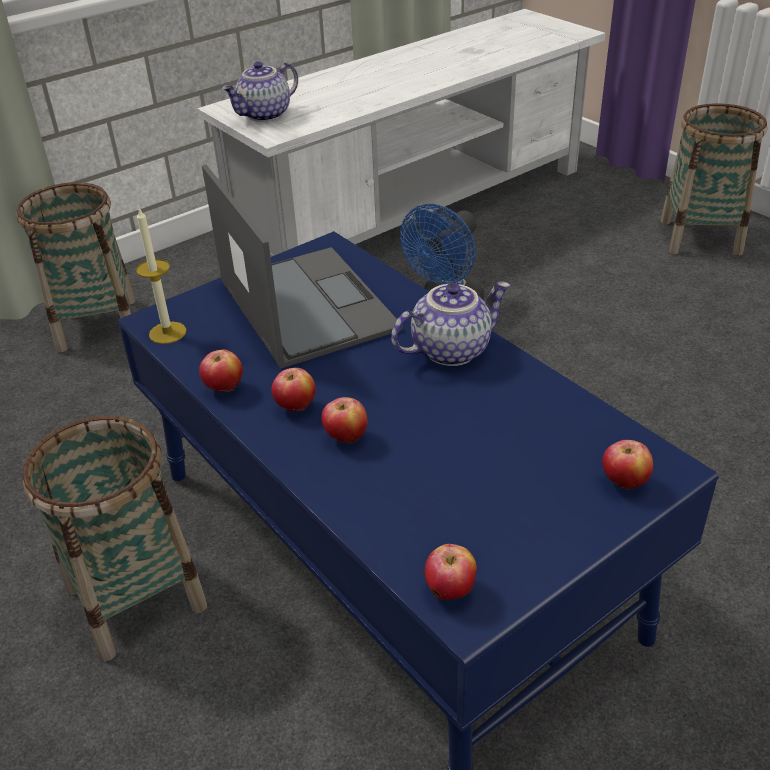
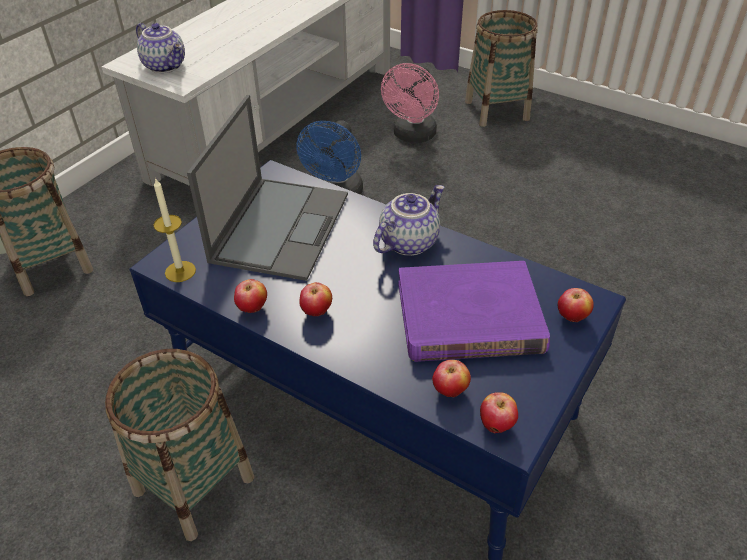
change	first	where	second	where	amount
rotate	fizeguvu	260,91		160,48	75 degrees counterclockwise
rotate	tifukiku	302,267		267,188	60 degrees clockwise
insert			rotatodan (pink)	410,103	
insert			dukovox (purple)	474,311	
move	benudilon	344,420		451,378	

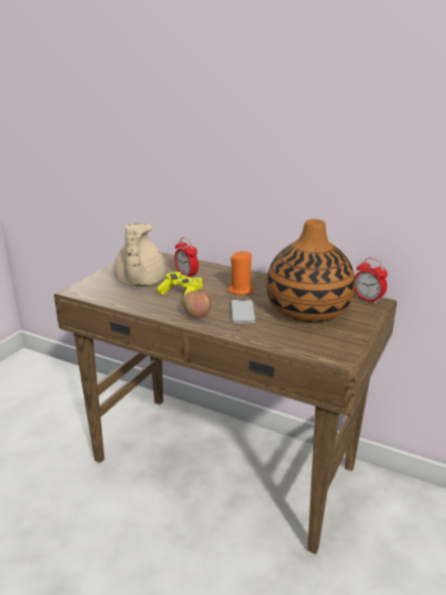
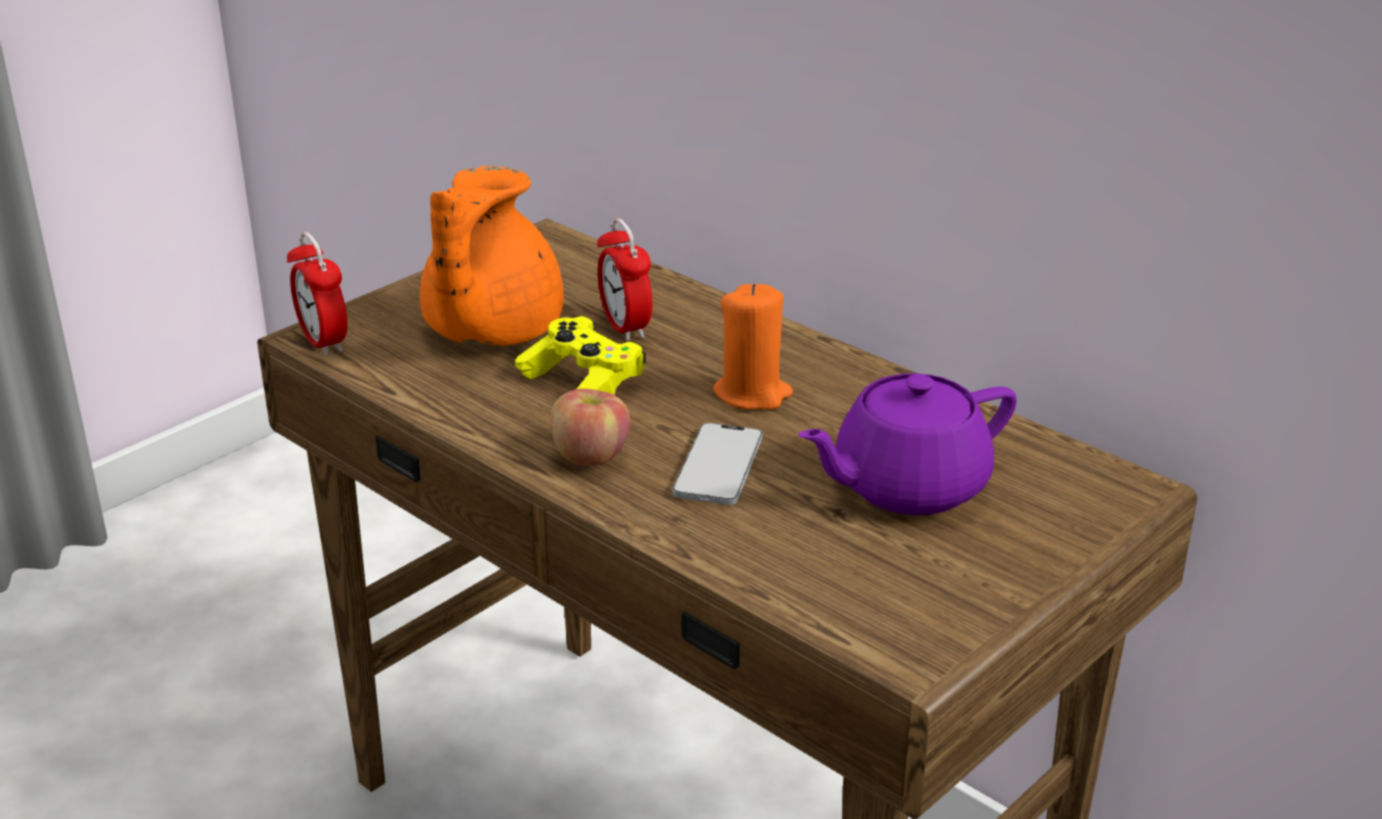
change	first	where	second	where	amount
move	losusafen	371,281		317,294	
recolor	fizeguvu (beige)	140,254	fizeguvu (orange)	492,256	
replace	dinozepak	310,270	fizeguvu (purple)	907,444	

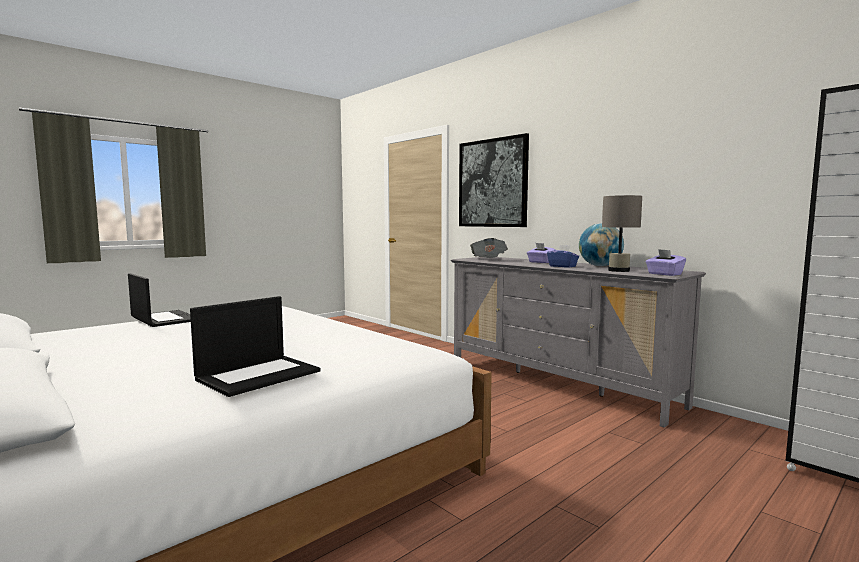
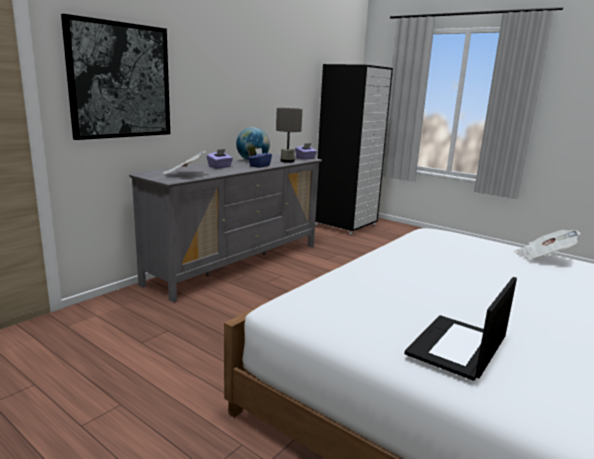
change	first	where	second	where	amount
replace	tifukiku	255,346	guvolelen	547,244	

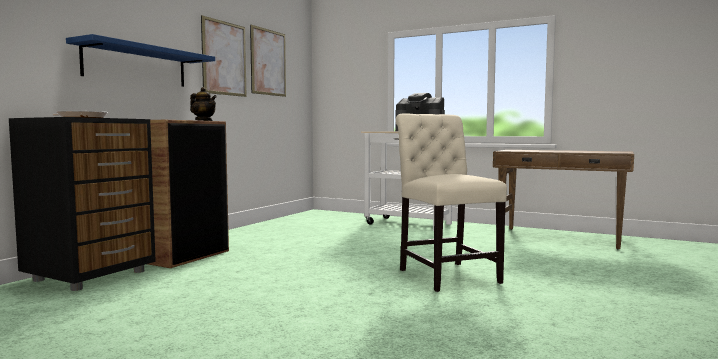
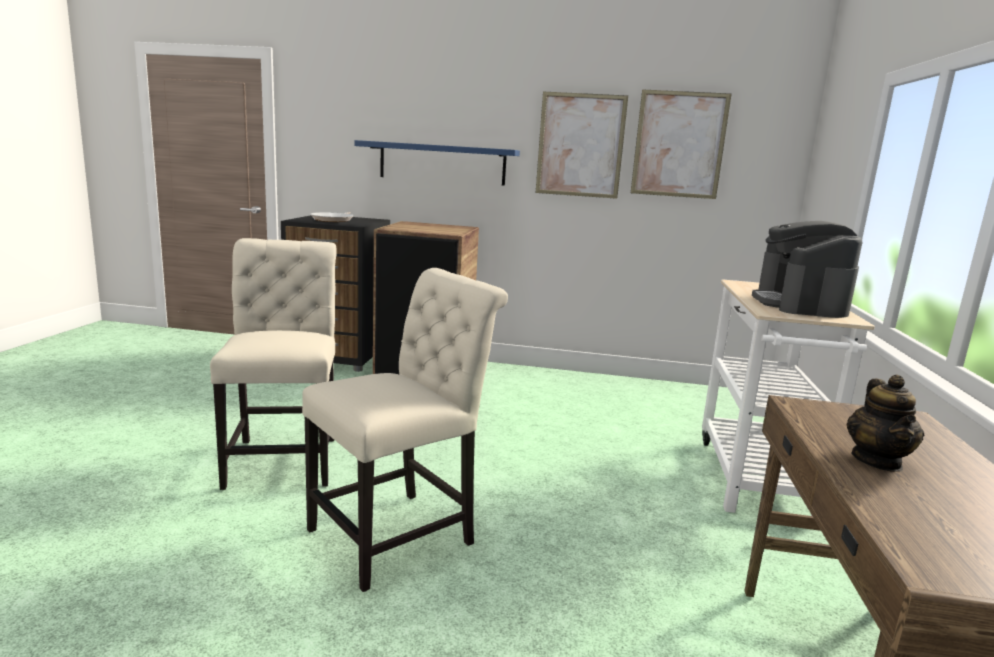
change	first	where	second	where	amount
insert			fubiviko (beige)	273,364	
move	fizeguvu	203,104		885,423	

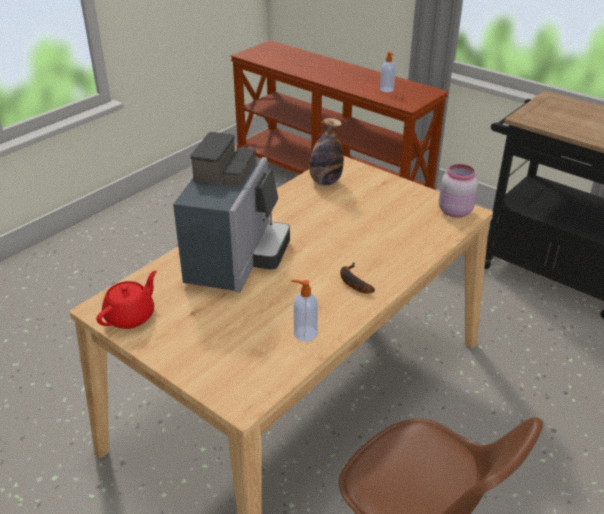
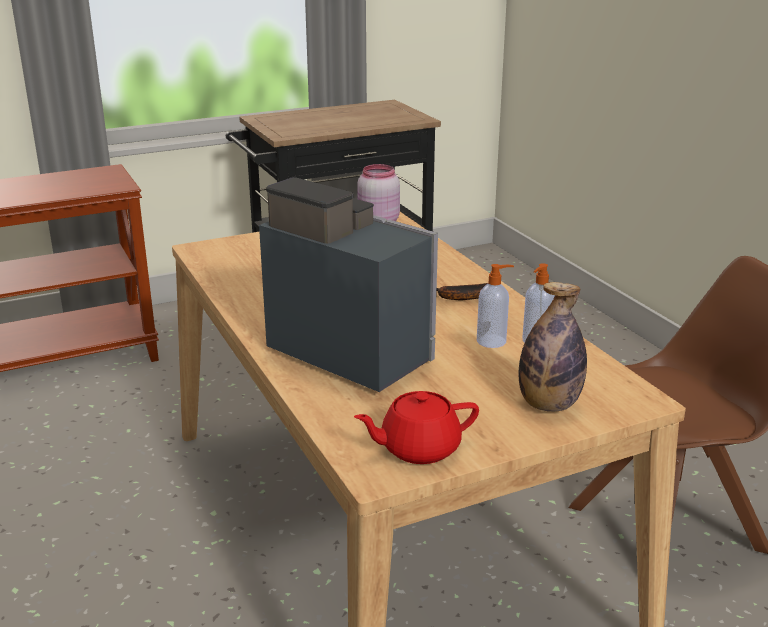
change	first	where	second	where	amount
rotate	fizeguvu (red)	126,299		416,427	75 degrees counterclockwise
move	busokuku	387,72		495,306	
move	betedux	326,151		553,346	

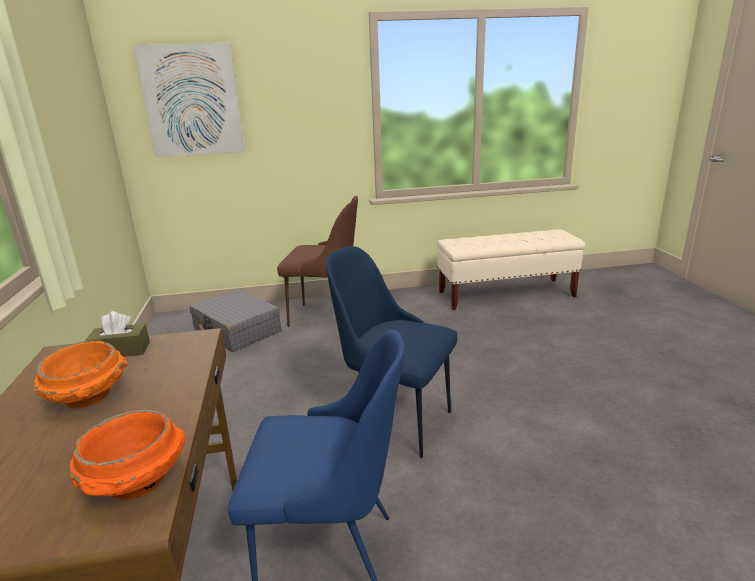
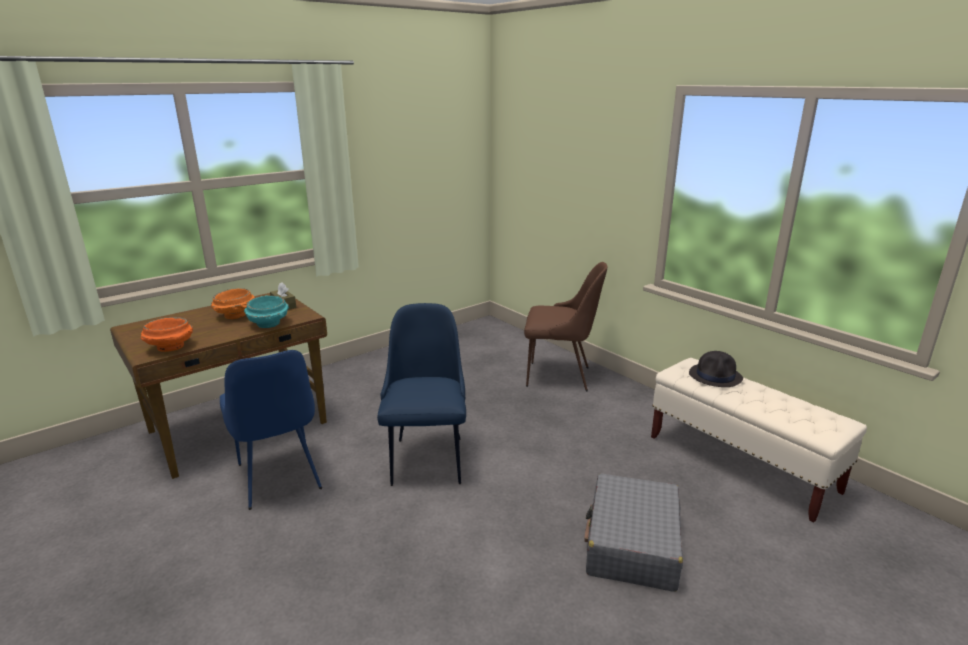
change	first	where	second	where	amount
insert			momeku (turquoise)	266,311	
rotate	fubiviko (brown)	317,261		565,326	60 degrees counterclockwise
move	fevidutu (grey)	235,320		633,532	
insert			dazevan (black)	716,369	
delete	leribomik	189,100			

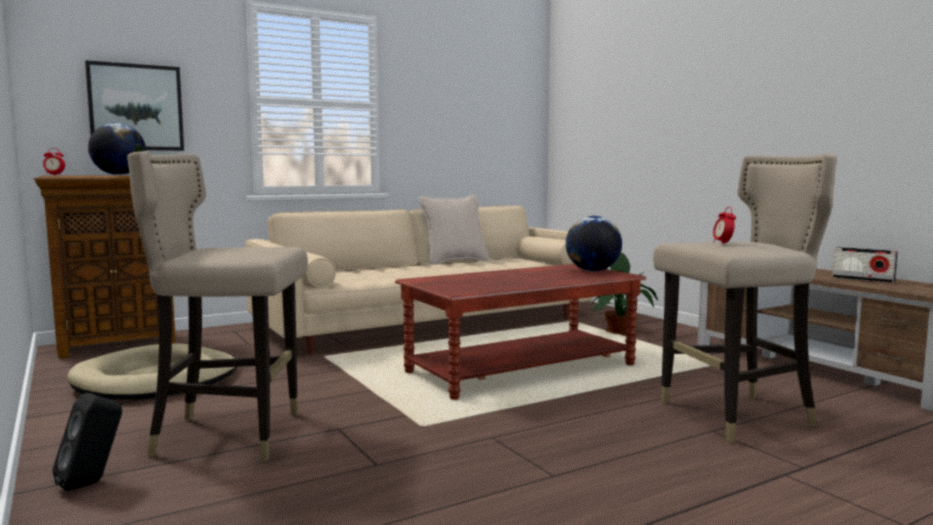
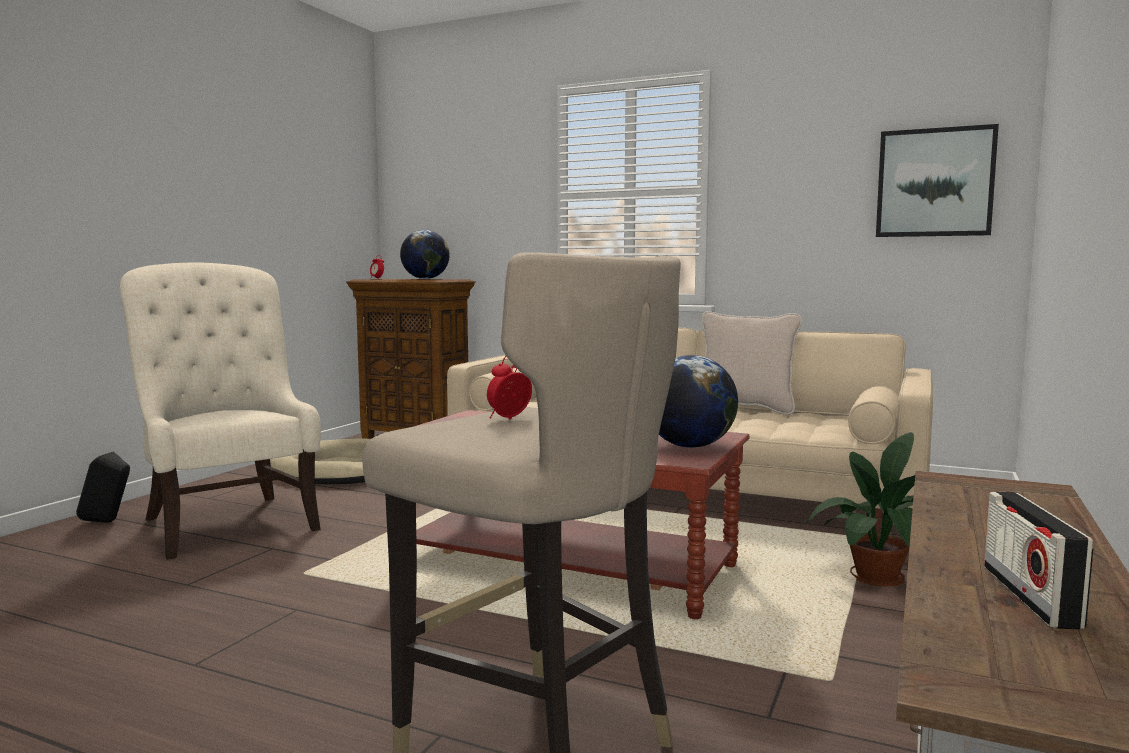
change	first	where	second	where	amount
replace	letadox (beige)	217,306	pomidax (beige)	220,411	
move	leribomik	134,105		937,180	

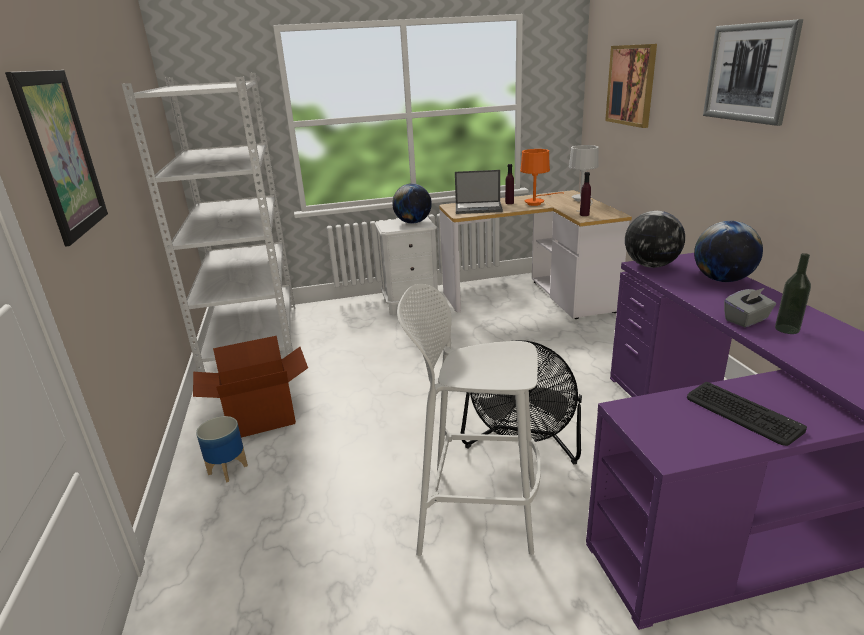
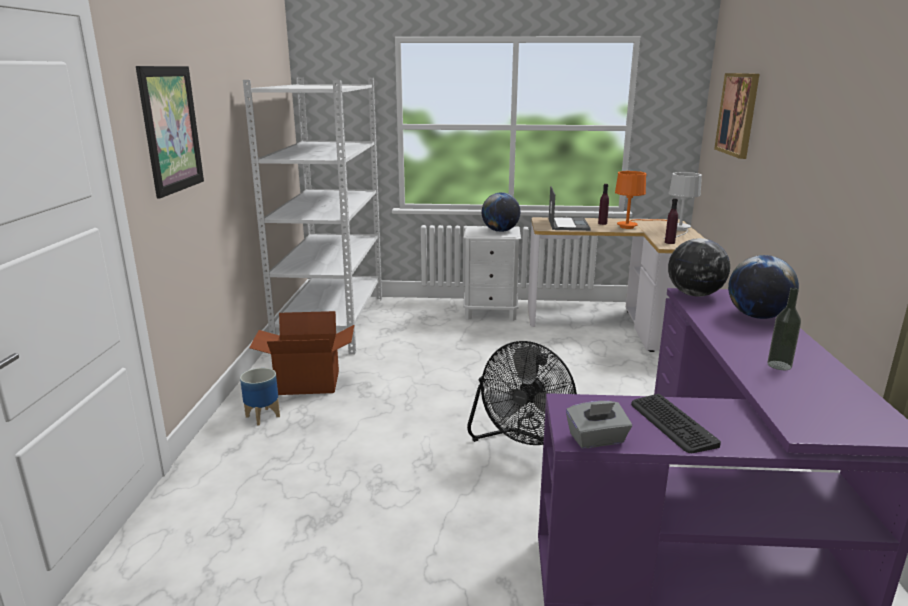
change	first	where	second	where	amount
rotate	tifukiku	479,192		570,208	105 degrees counterclockwise
move	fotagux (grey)	750,307		599,424	
delete	letadox (white)	469,420			
delete	leribomik	753,72			

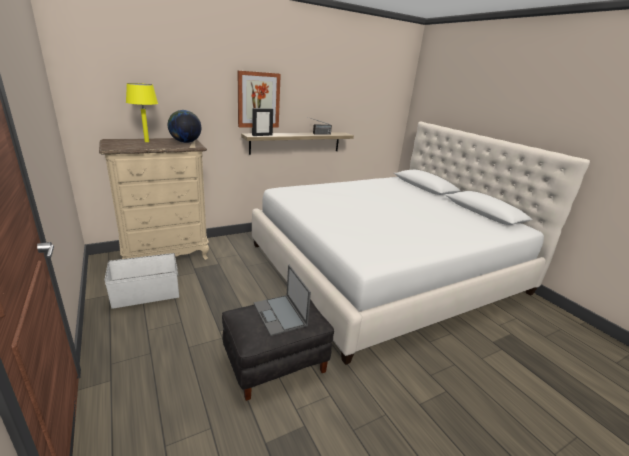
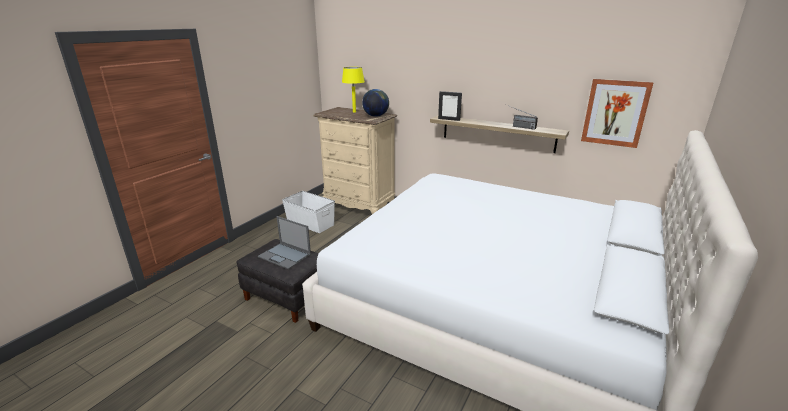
change	first	where	second	where	amount
rotate	tifukiku	282,300		284,242	90 degrees counterclockwise
move	leribomik	259,99		617,113	

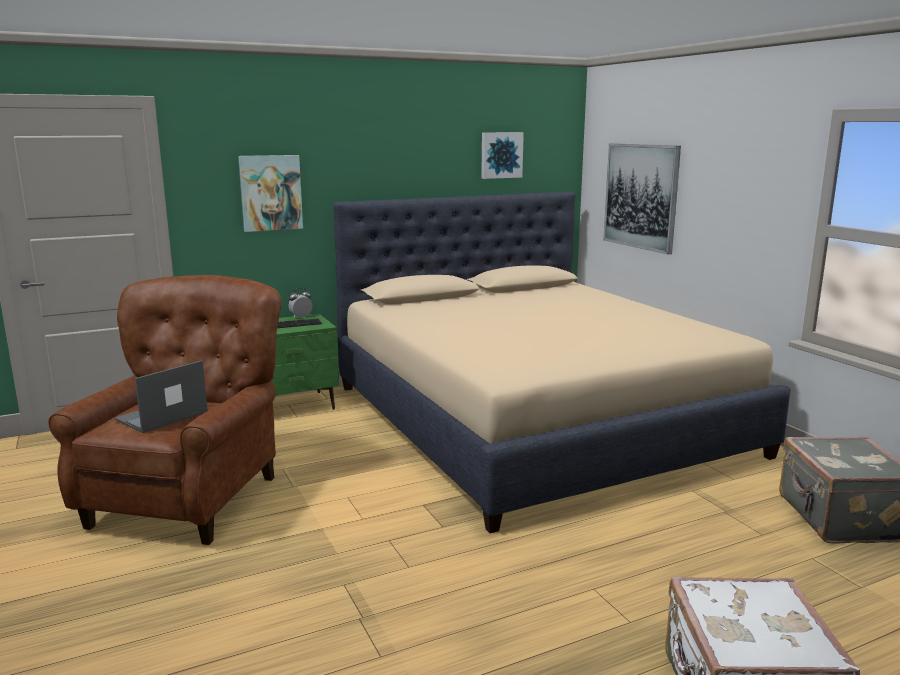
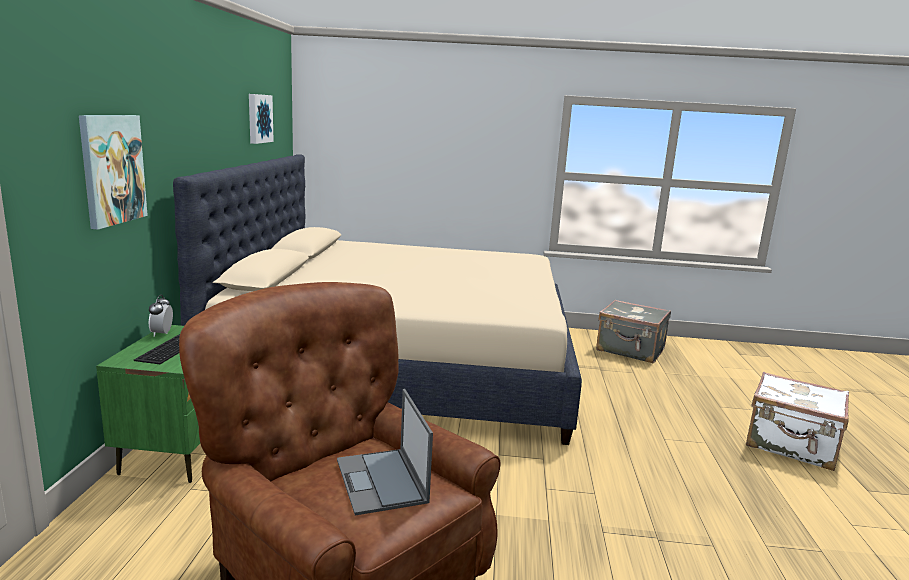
change	first	where	second	where	amount
delete	leribomik	642,198			

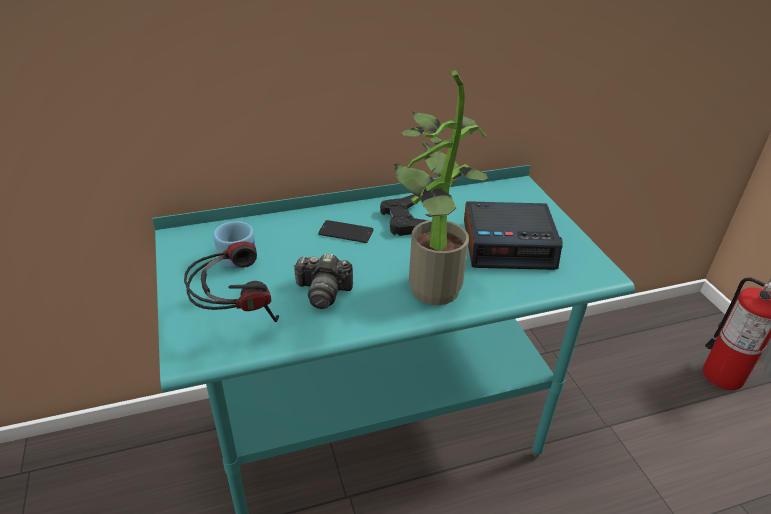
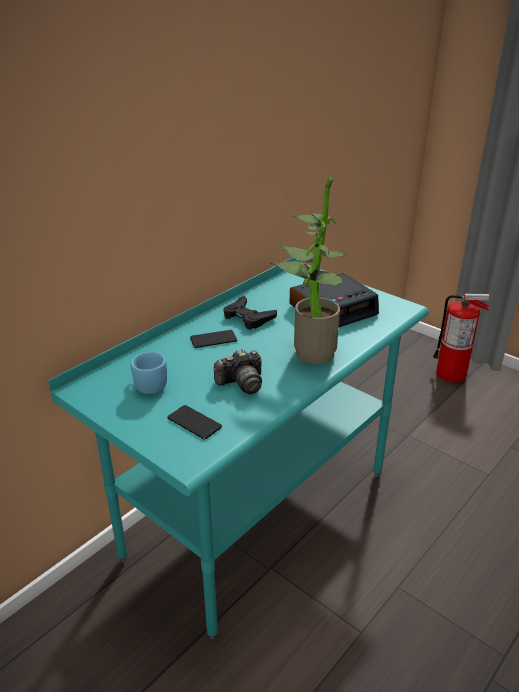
change	first	where	second	where	amount
replace	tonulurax	231,282	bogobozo	194,422	

